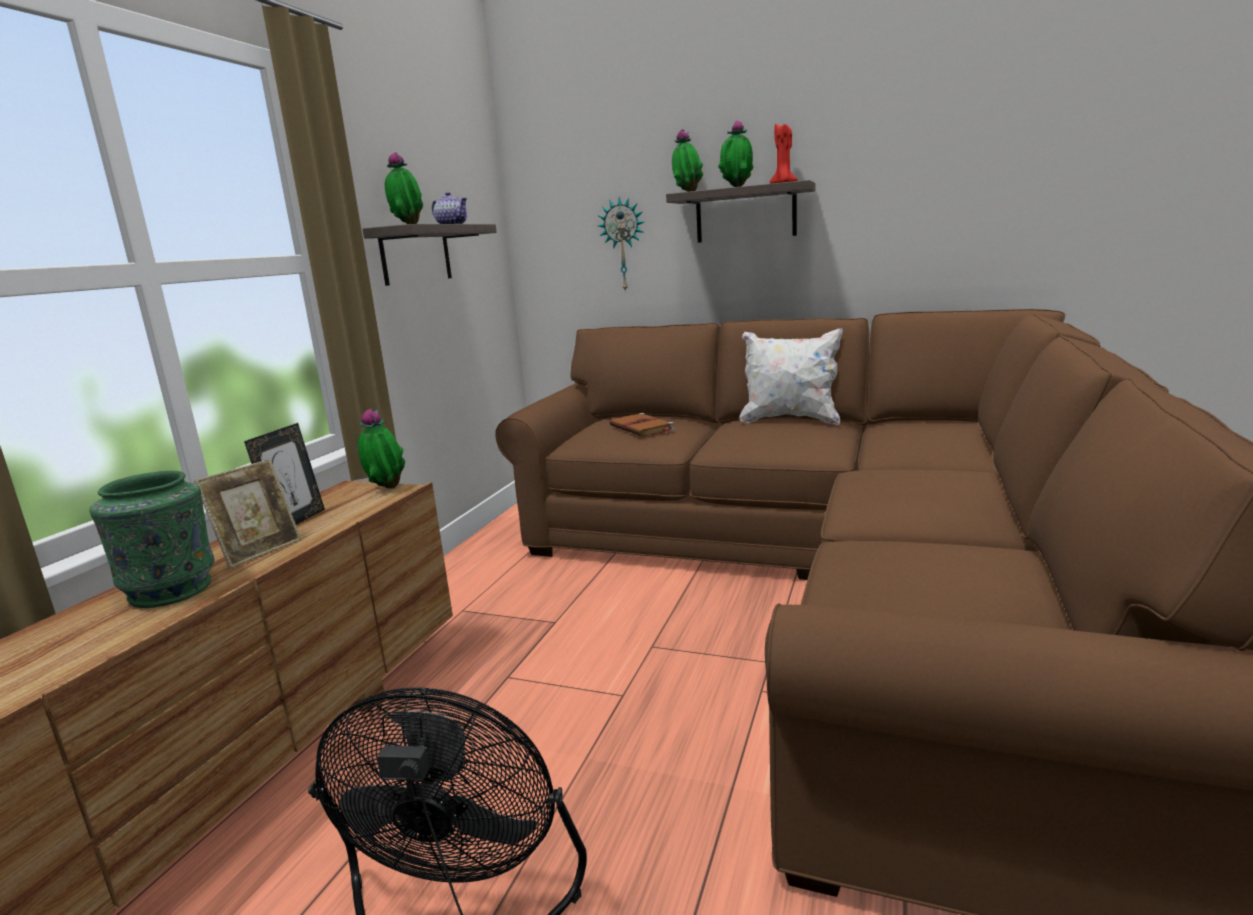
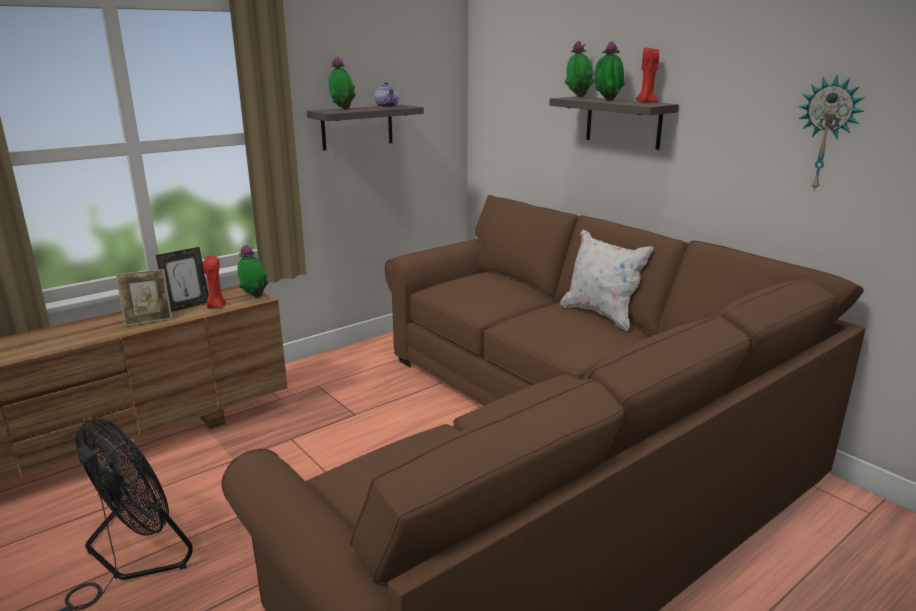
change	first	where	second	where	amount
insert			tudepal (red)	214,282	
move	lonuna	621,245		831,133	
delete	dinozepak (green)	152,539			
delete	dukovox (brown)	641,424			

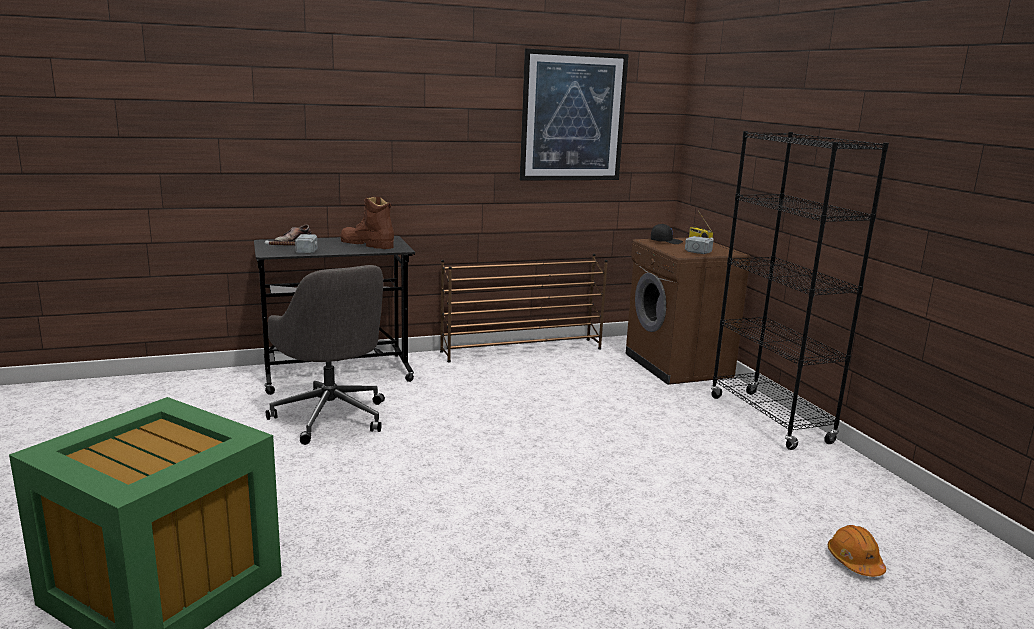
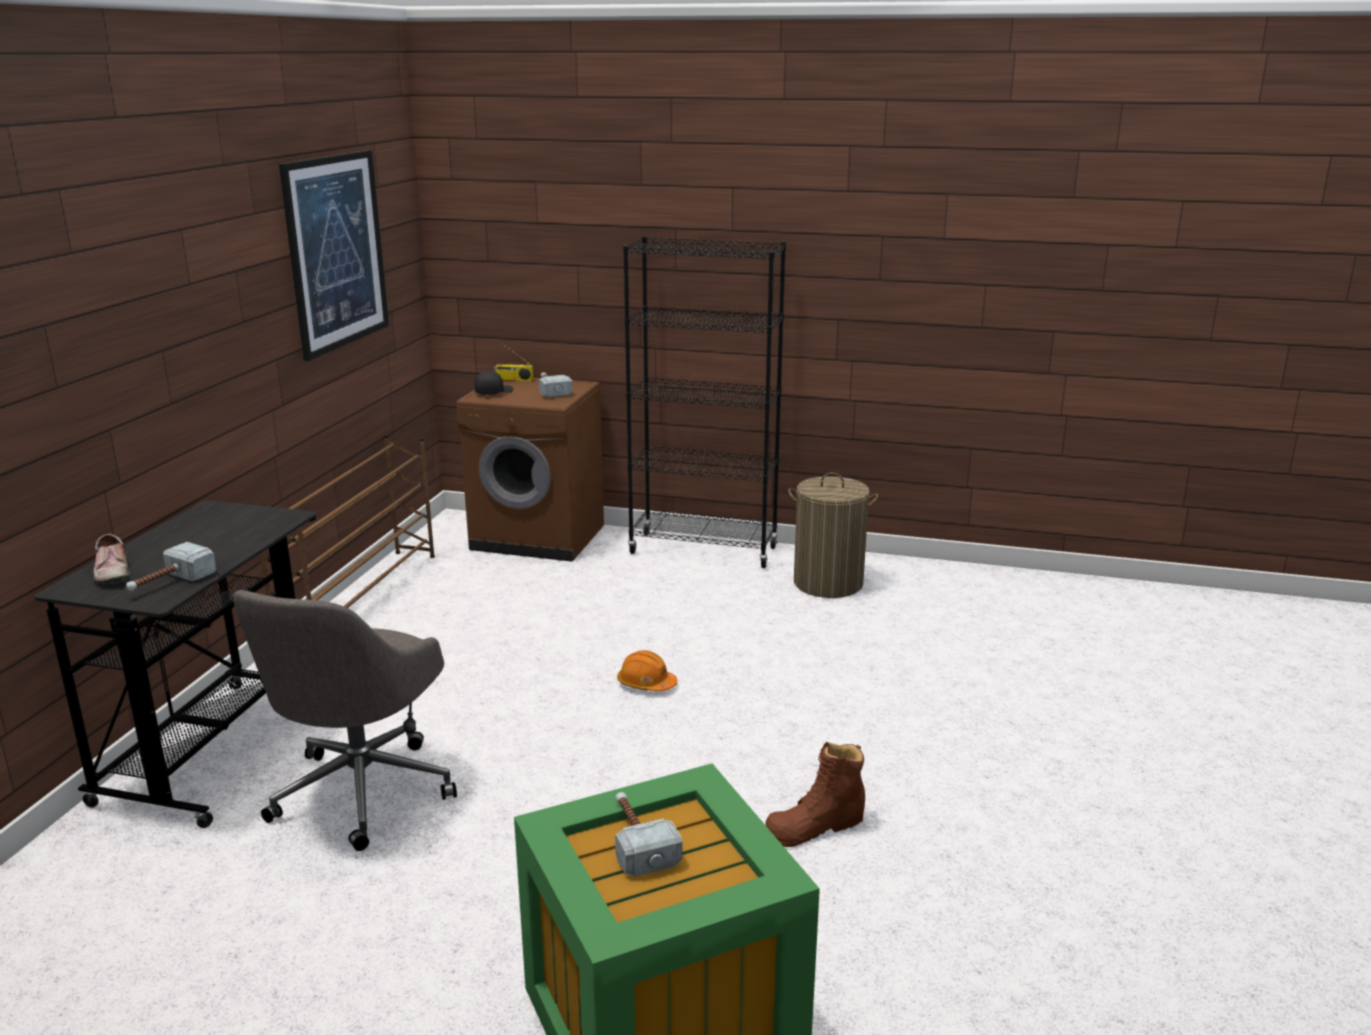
change	first	where	second	where	amount
rotate	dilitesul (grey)	325,355		345,720	105 degrees clockwise
insert			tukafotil	648,834	
move	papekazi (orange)	857,551		647,670	
move	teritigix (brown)	367,223		815,794	
insert			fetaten	833,535	

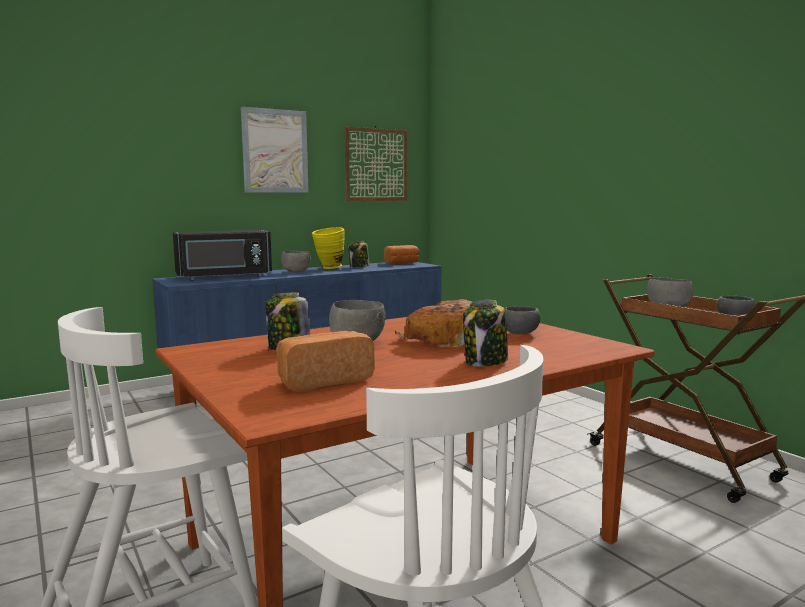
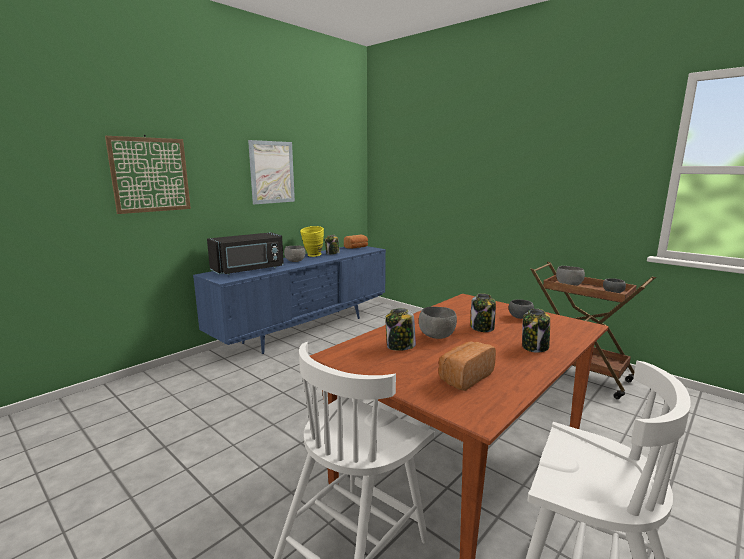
change	first	where	second	where	amount
move	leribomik	375,163		148,174	
replace	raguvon	433,323	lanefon	483,312	

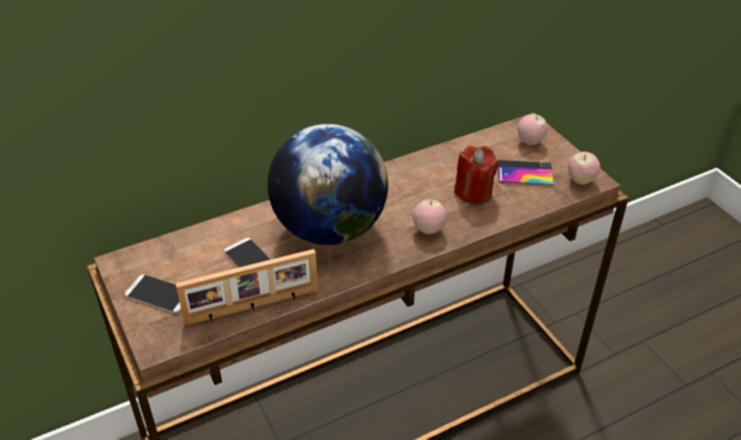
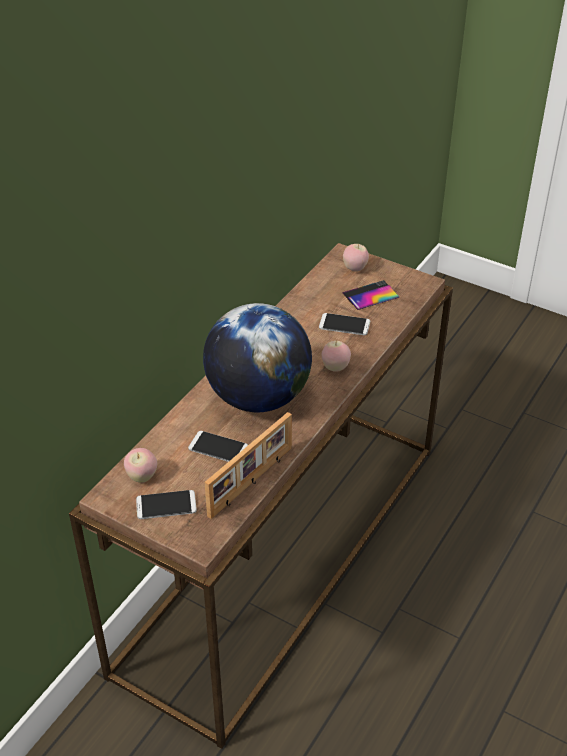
change	first	where	second	where	amount
move	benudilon	584,168		140,465	
replace	tudepal (red)	476,175	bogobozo	344,324	

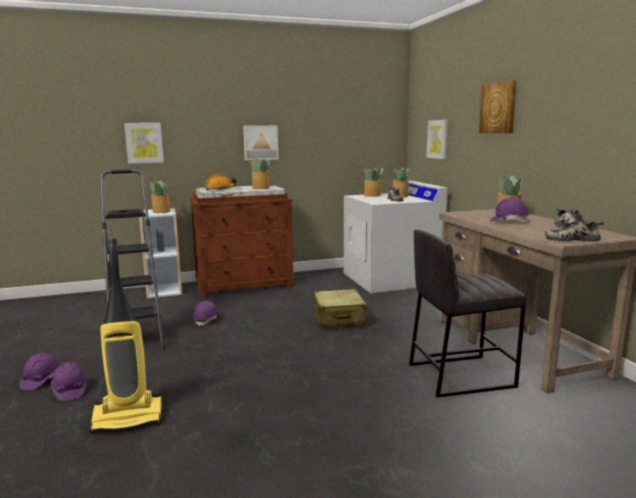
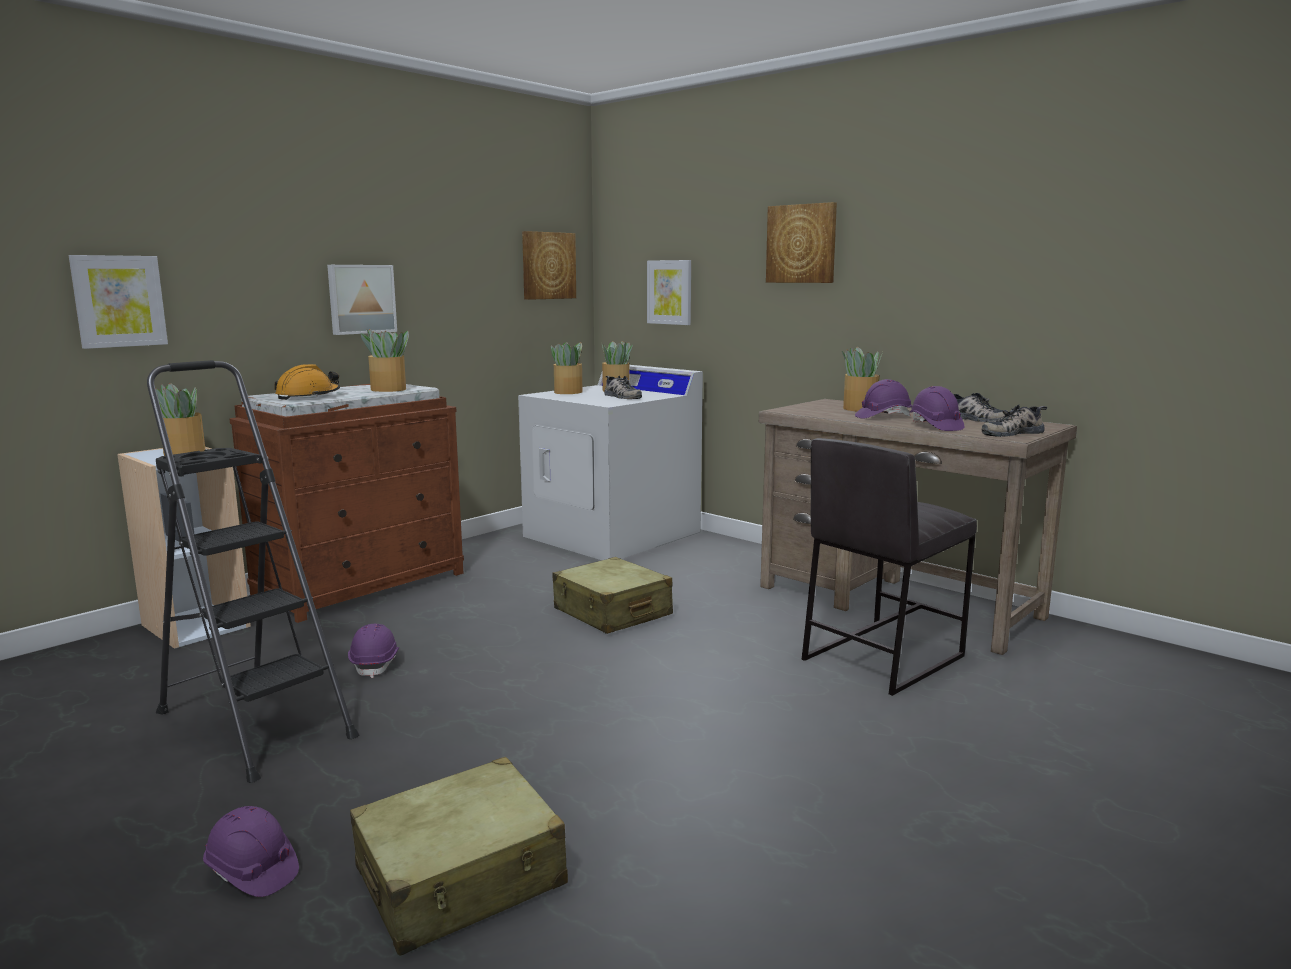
change	first	where	second	where	amount
replace	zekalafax	125,335	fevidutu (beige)	459,856	
insert			leribomik	549,265	
move	papekazi (purple)	39,371		937,408	

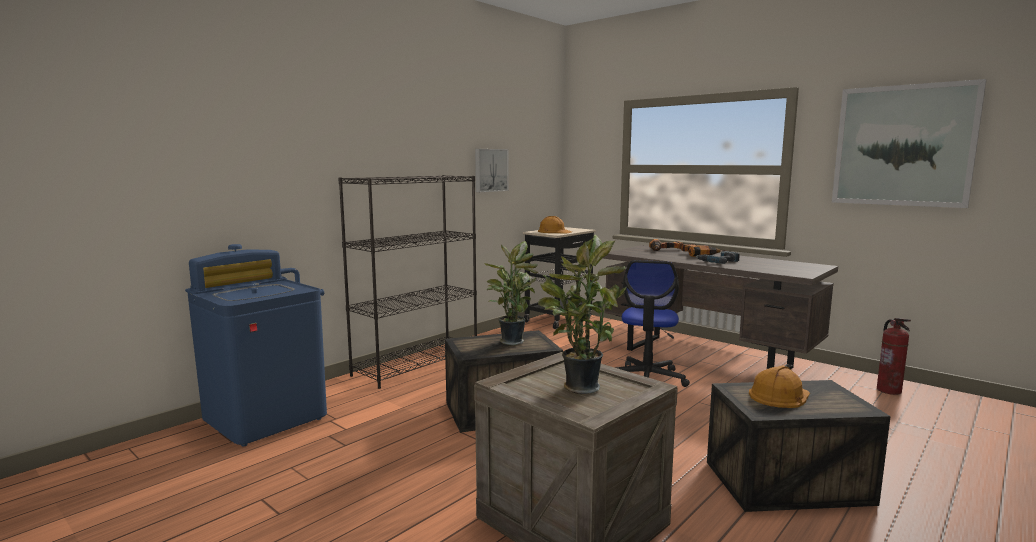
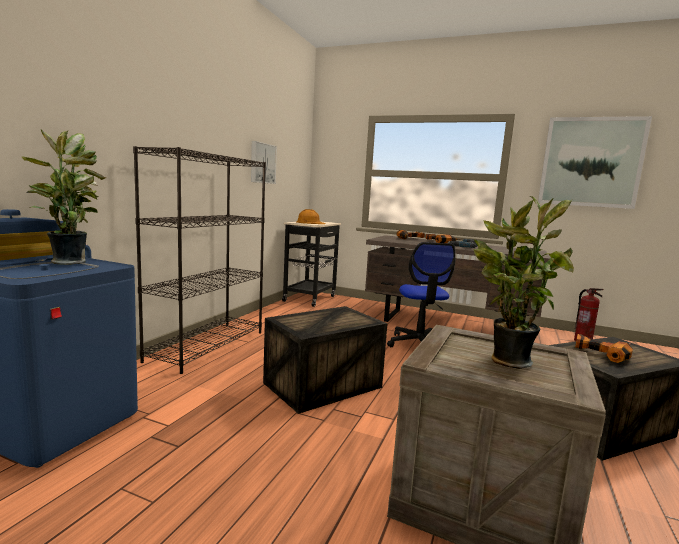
change	first	where	second	where	amount
move	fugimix	511,293		64,197	
replace	papekazi (orange)	779,386	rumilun	604,348	

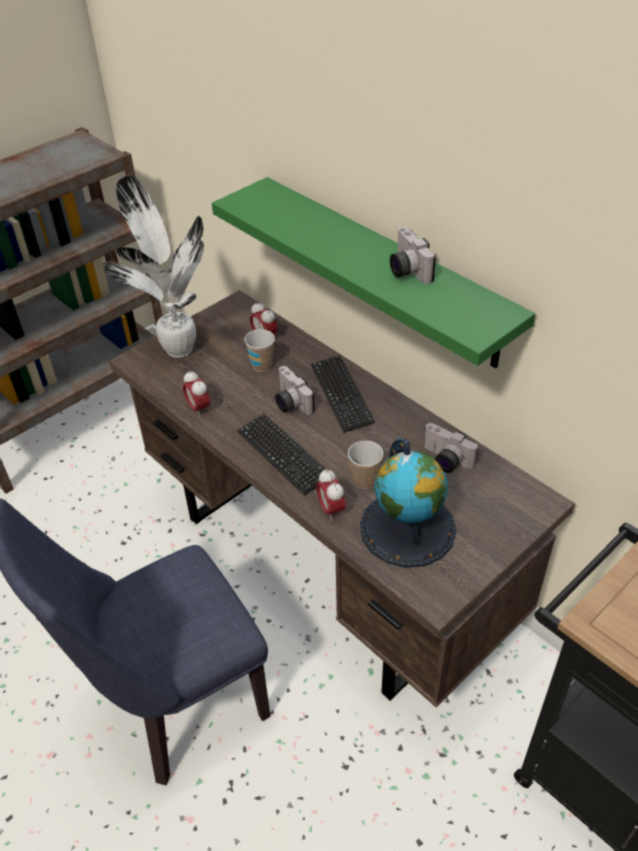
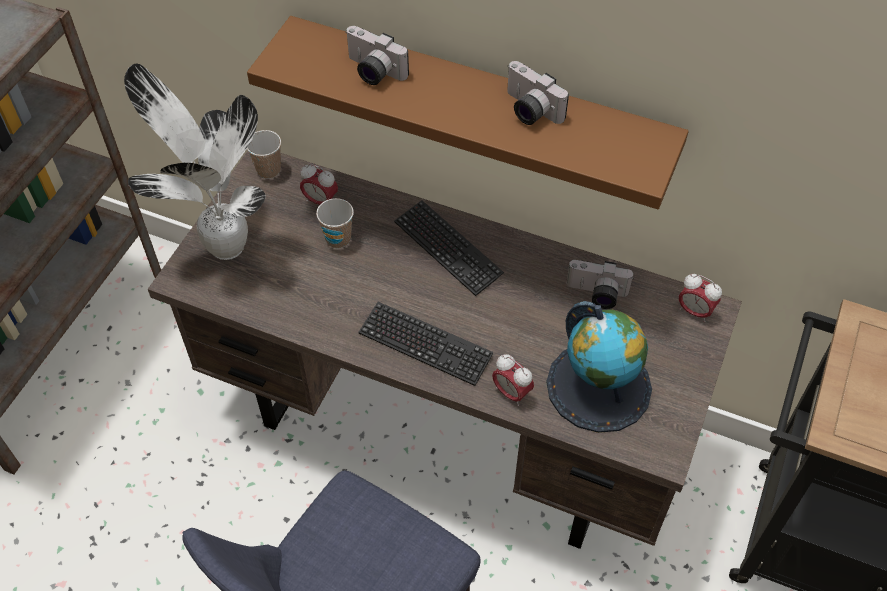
change	first	where	second	where	amount
recolor	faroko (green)	373,272	faroko (brown)	468,112	
move	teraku	365,465		264,154	
move	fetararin	295,390		377,55	
move	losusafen	196,394		700,298	

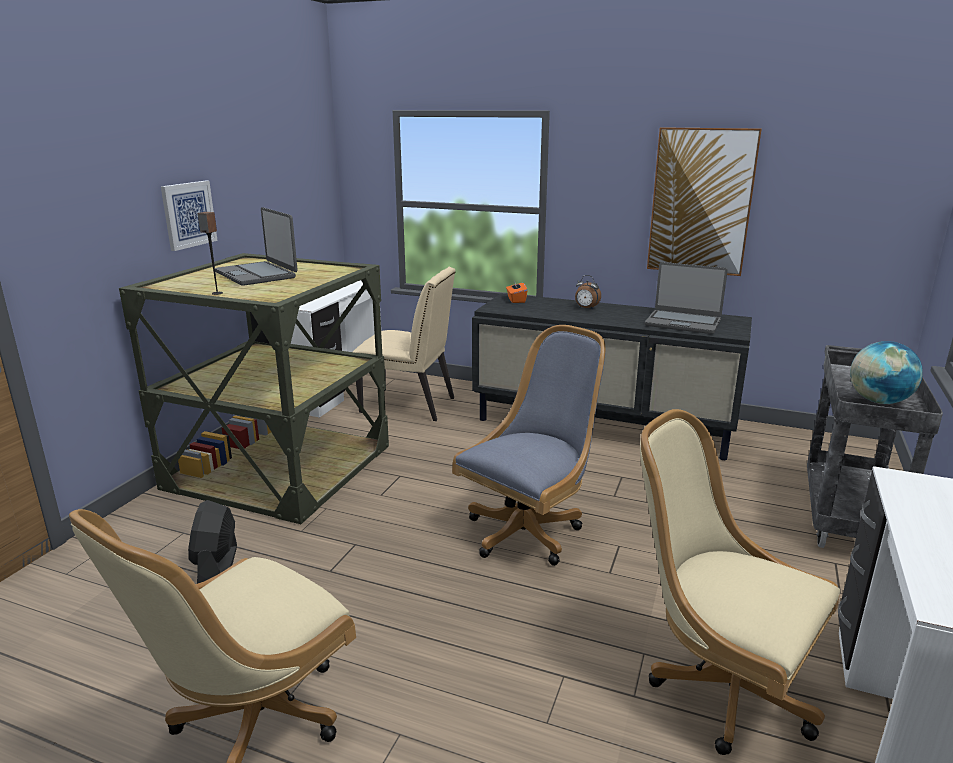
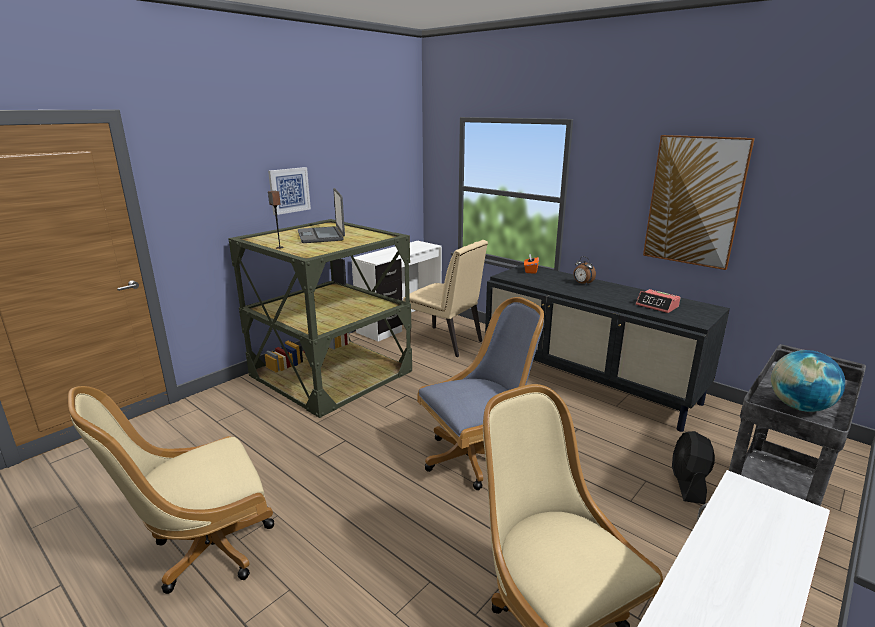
change	first	where	second	where	amount
replace	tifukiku	686,298	losusafen	658,301	
move	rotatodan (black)	212,542		693,467	

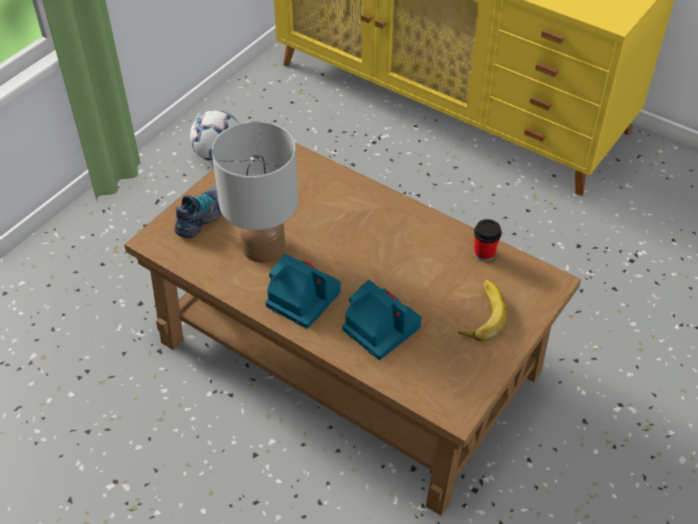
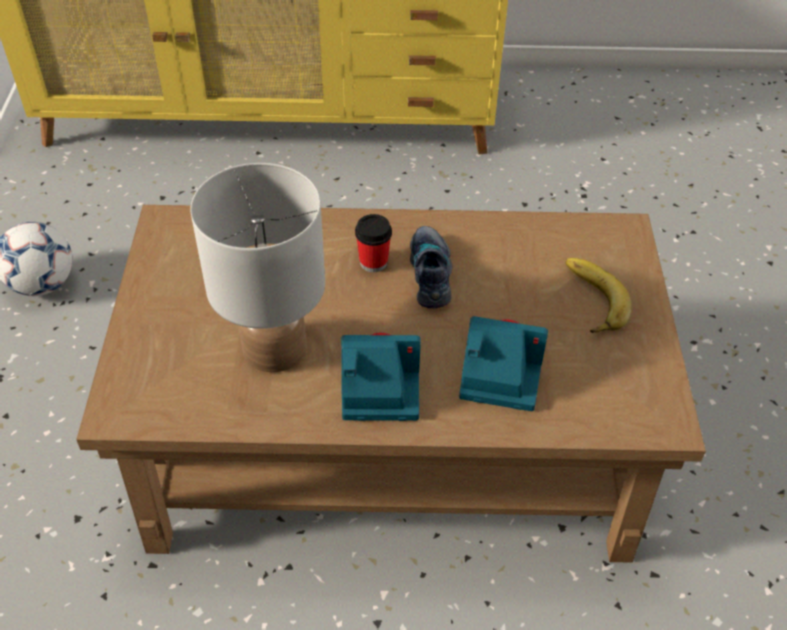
change	first	where	second	where	amount
move	teraku	488,240		373,243	
move	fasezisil	198,211		431,267	

